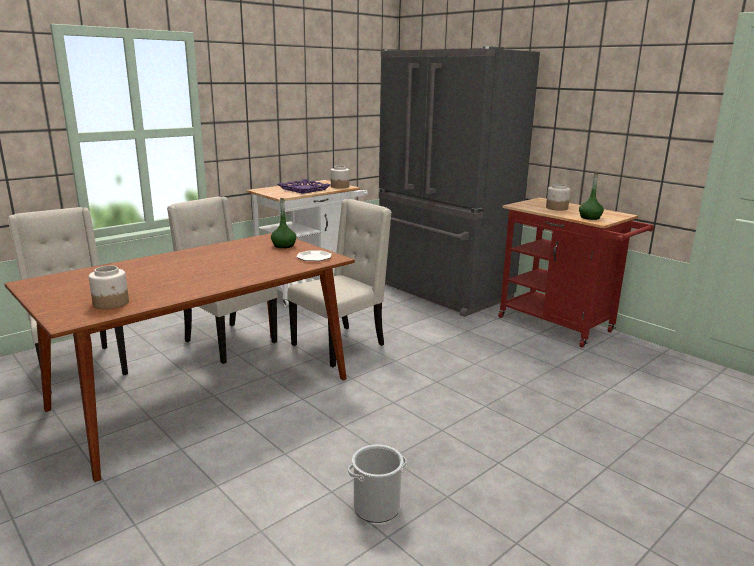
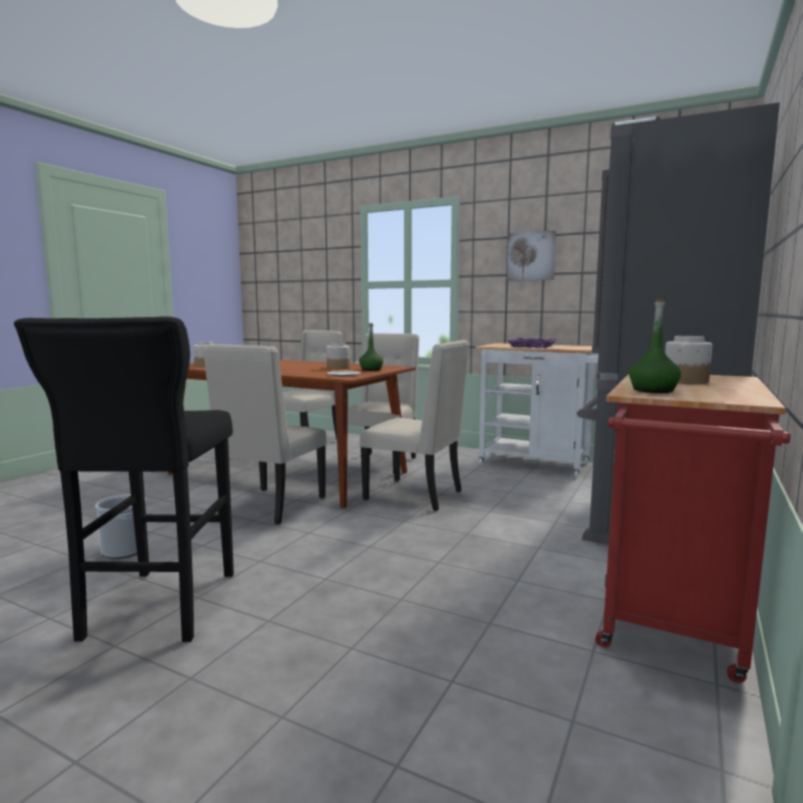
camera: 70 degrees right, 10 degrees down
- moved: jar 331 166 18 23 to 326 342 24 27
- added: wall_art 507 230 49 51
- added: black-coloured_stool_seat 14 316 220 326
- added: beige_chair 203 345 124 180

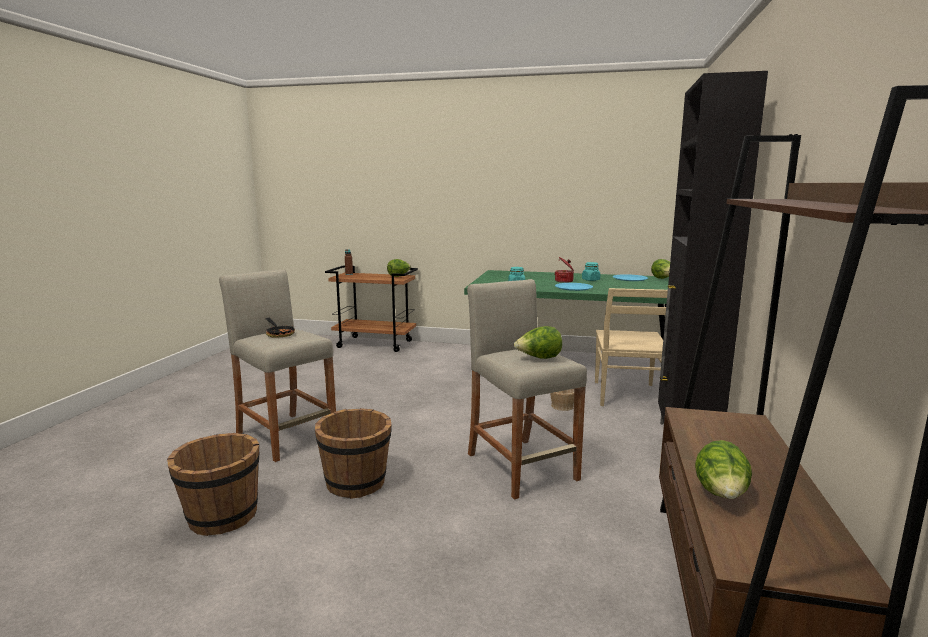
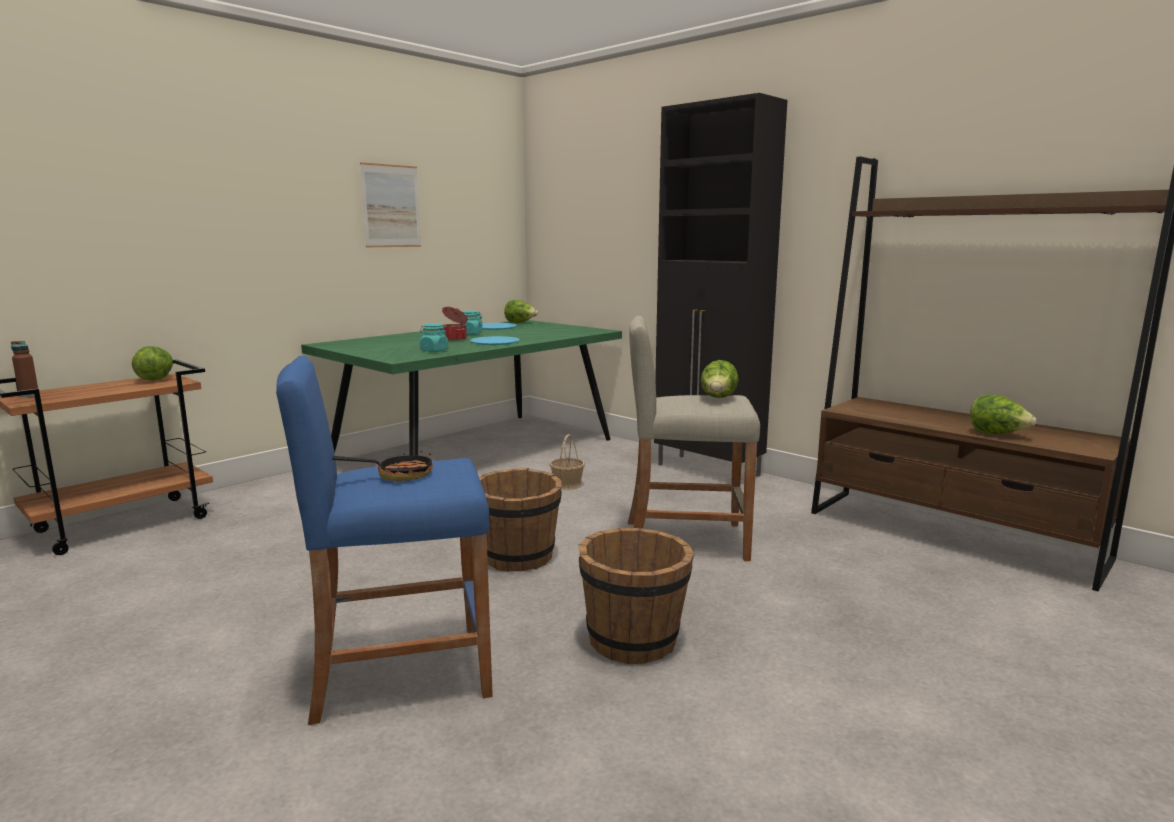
camera: 60 degrees left, 0 degrees up
- recoloured: beige_stool_seat 219 269 117 193 to blue-coloured_stool_seat 276 356 217 369
- removed: beige_chair 595 288 73 118
- moved: brown_bucket 167 433 92 103 to 479 468 83 104
- added: wall_art 360 162 61 85

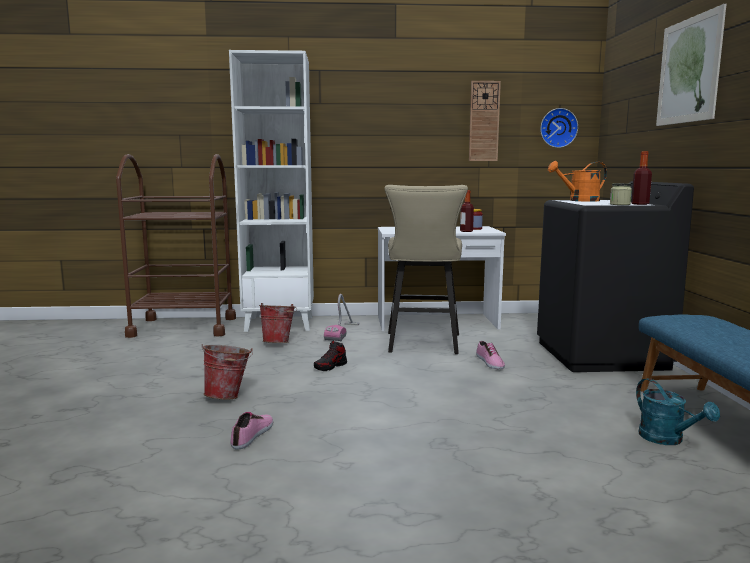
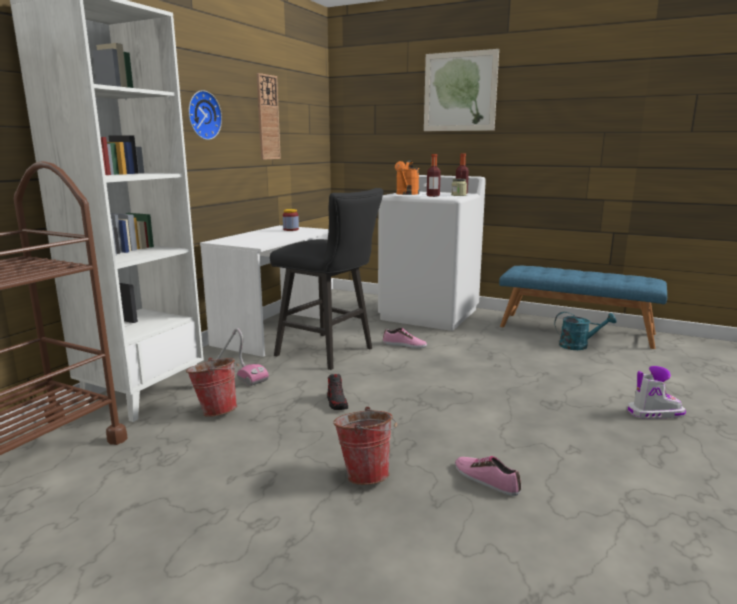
camera: 60 degrees left, 5 degrees up
- moved: hanging_clock 540 108 38 40 to 188 90 34 50
- recoloured: black-coloured_washing_machine 537 181 157 191 to white_washing_machine 378 175 108 156
- recoloured: beige_stool_seat 384 185 84 169 to black-coloured_stool_seat 270 188 114 182
- moved: beverage_bottle 460 190 14 42 to 427 154 14 43
- added: boot 628 366 58 53

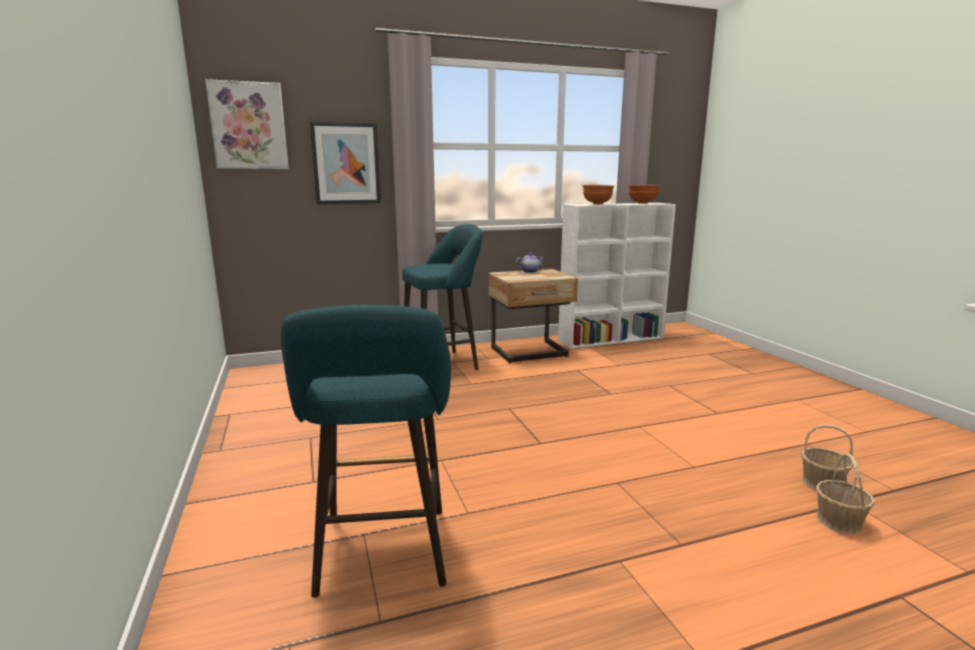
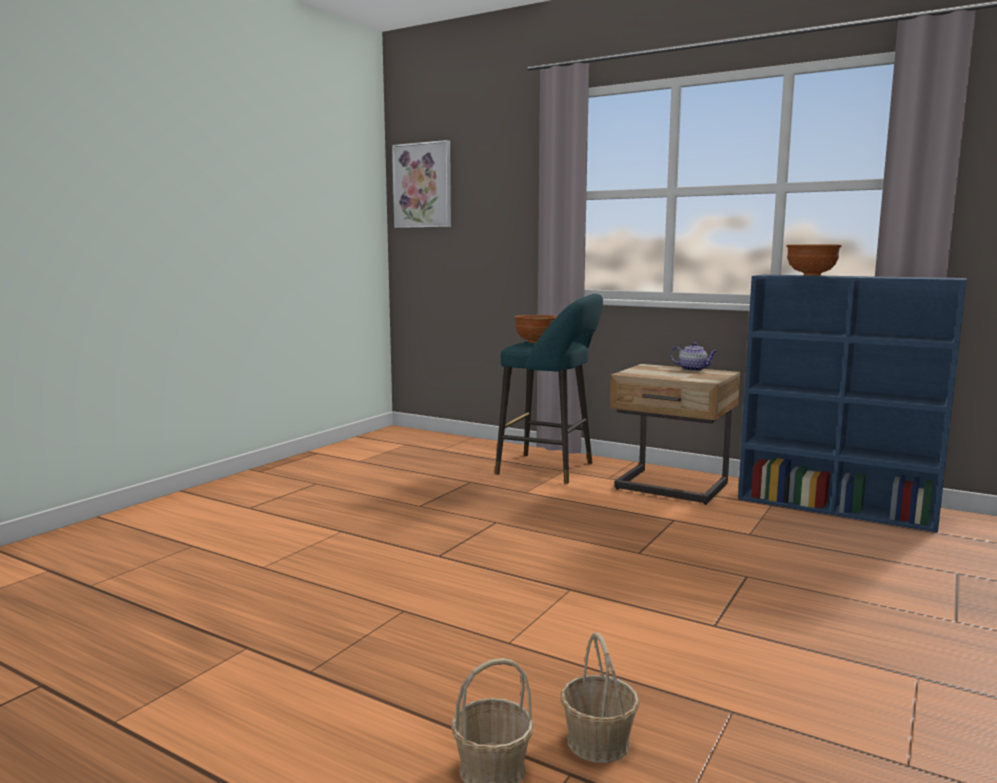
camera: 50 degrees right, 5 degrees down
- removed: wall_art 310 121 71 83
- moved: brown_serving_bowl 628 185 32 19 to 514 315 43 28
- recoloured: white_bookcase 558 203 118 146 to blue-coloured_bookcase 738 275 229 258
- removed: turquoise-coloured_stool_seat 281 305 170 293

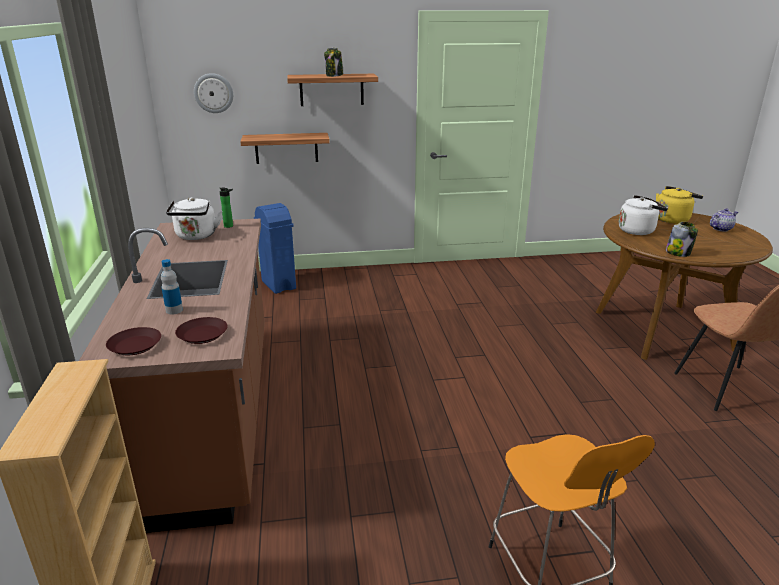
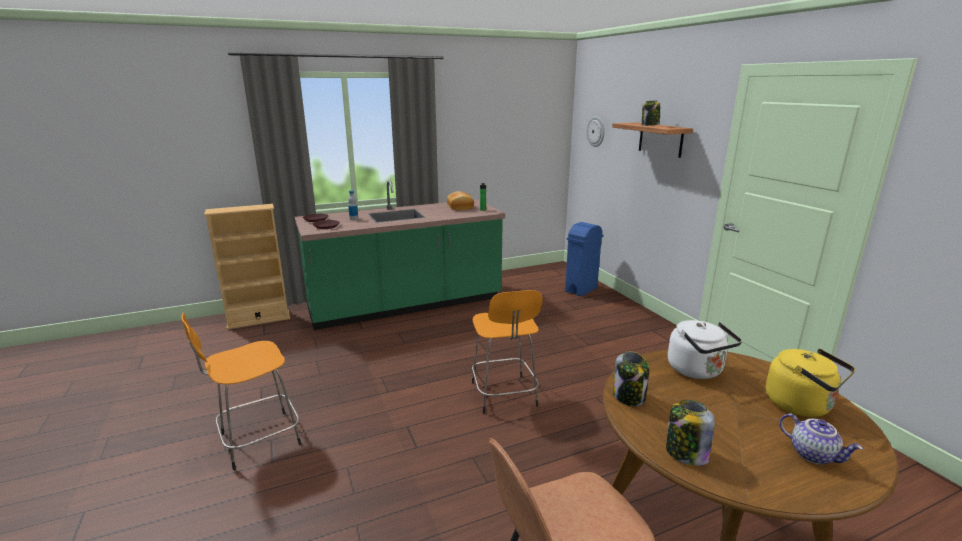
camera: 75 degrees right, 5 degrees down
- removed: shelf 240 133 90 31
- replaced: white_kettle 166 197 56 43 to baked_bread 447 191 27 20
- recoloured: brown_kitchen_base_unit 79 219 186 314 to greenish_kitchen_base_unit 295 180 210 150
- added: orange_stool_seat 472 290 71 124
- added: jar 666 400 49 66

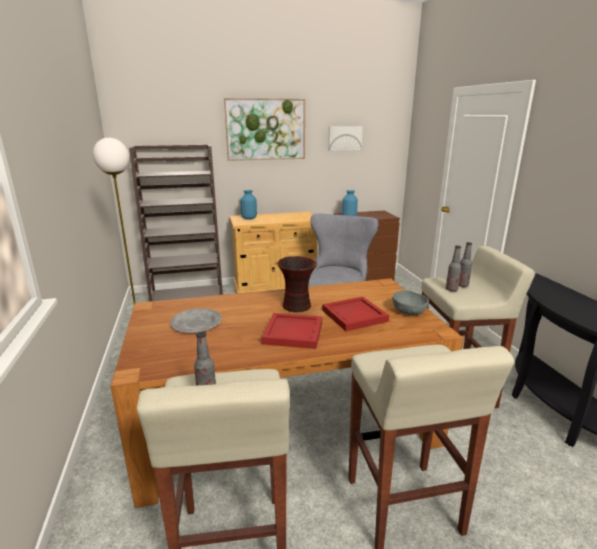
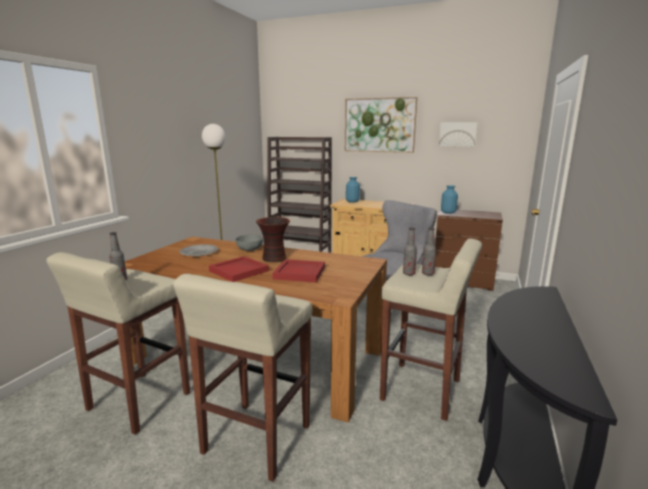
camera: 35 degrees right, 5 degrees down
- moved: gray_serving_bowl 392 290 37 25 to 236 234 27 17

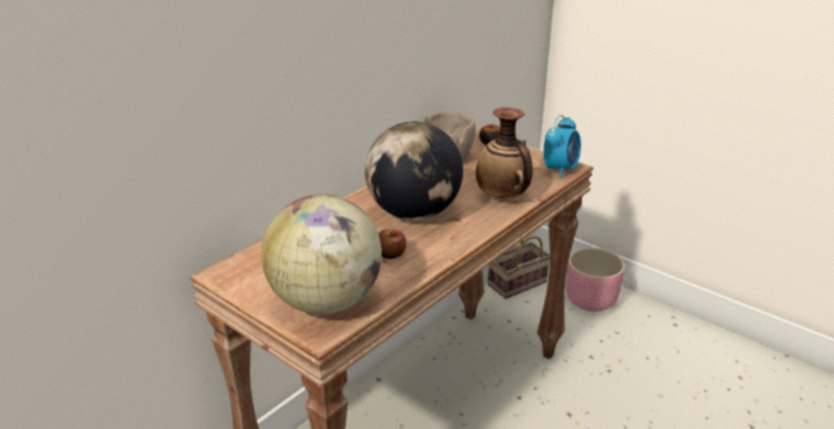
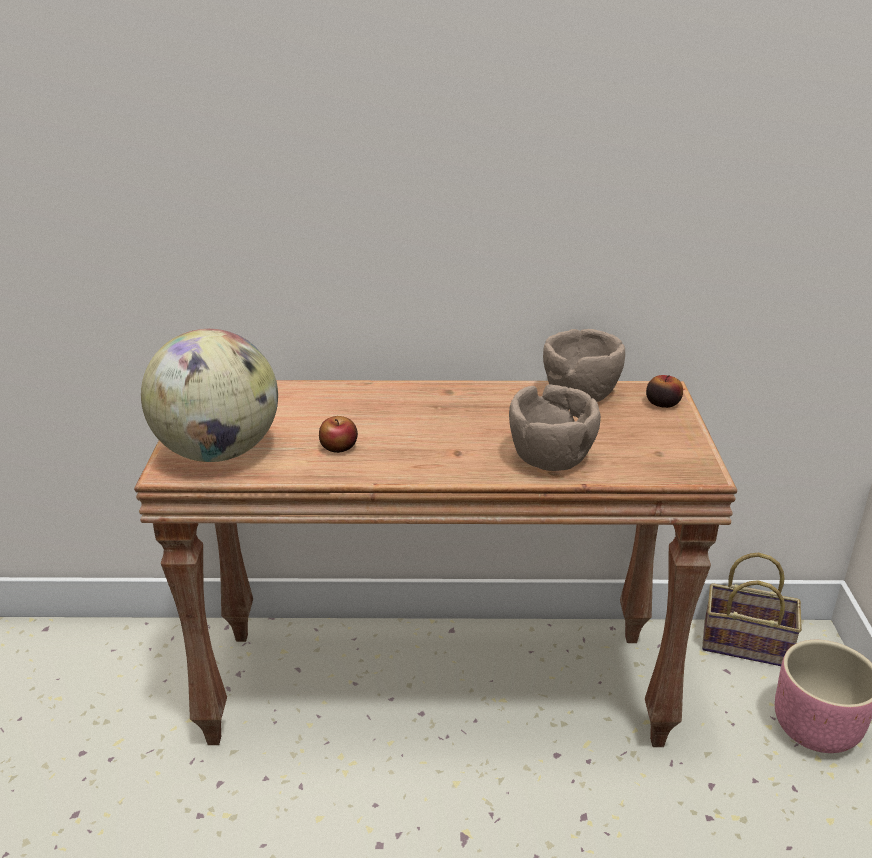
camera: 50 degrees right, 0 degrees up
- replaced: flower_vase 476 107 57 91 to brown_serving_bowl 509 384 92 87
- removed: table_clock 543 115 38 63
- removed: world_globe 365 122 98 98

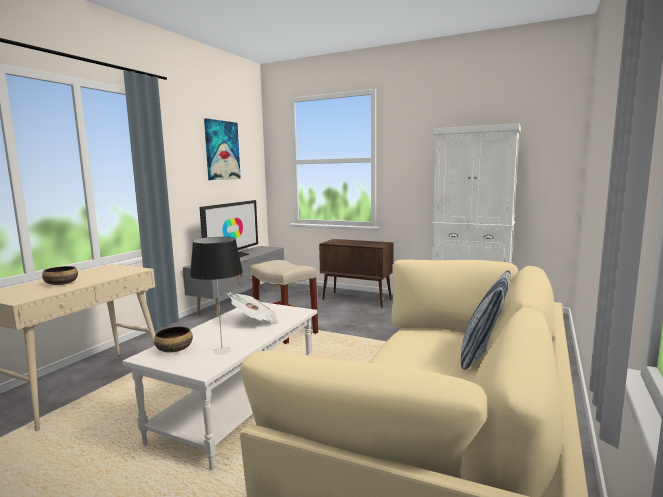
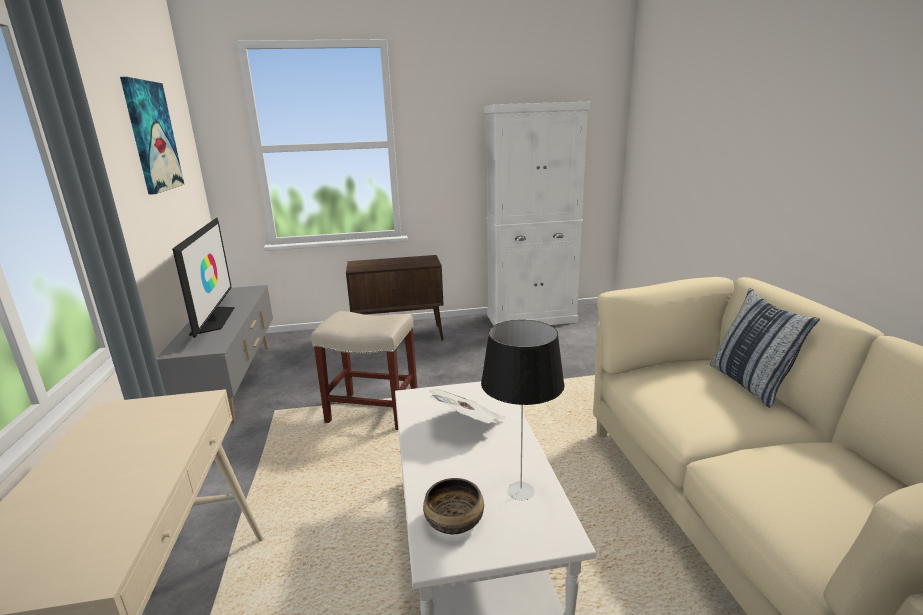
camera: 35 degrees left, 10 degrees up
- removed: serving_bowl 42 266 36 19

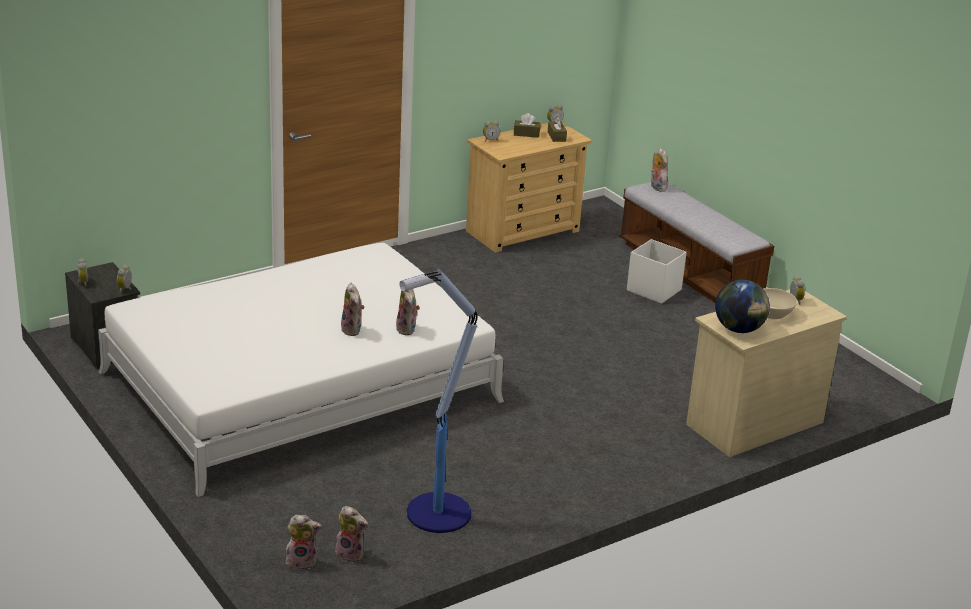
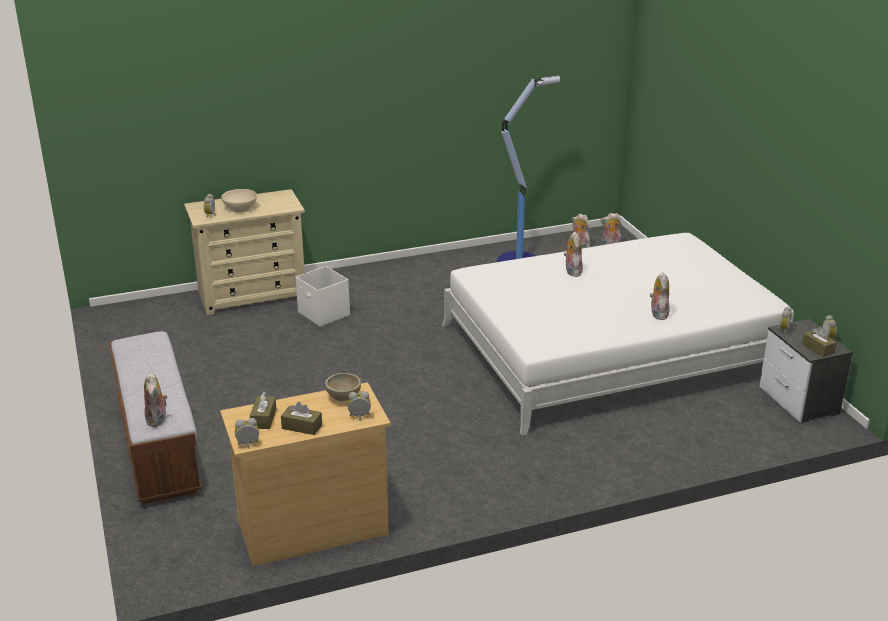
camera: 165 degrees left, 0 degrees up
- moved: white_storage_box 627 239 60 65 to 296 266 54 61
- removed: world_globe 715 280 55 53
- moved: soft_toy 396 289 24 46 to 650 272 20 48
- added: brown_tissue_holder 802 327 35 30
- added: beige_serving_bowl 325 373 36 28

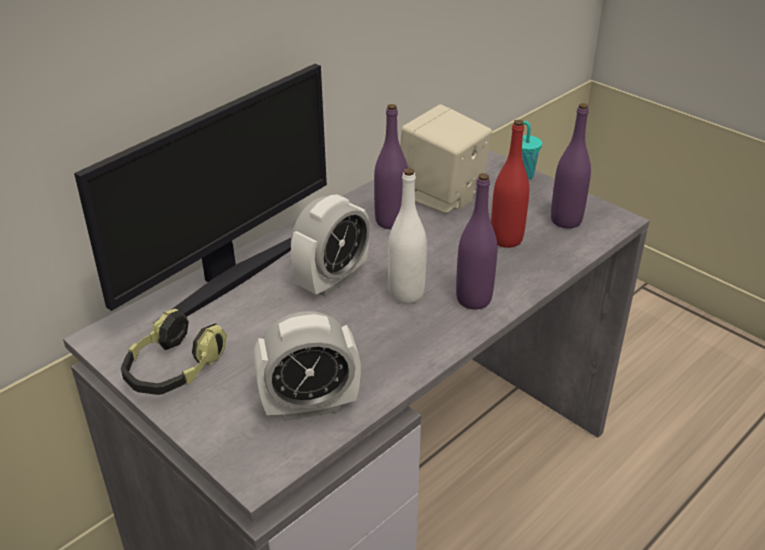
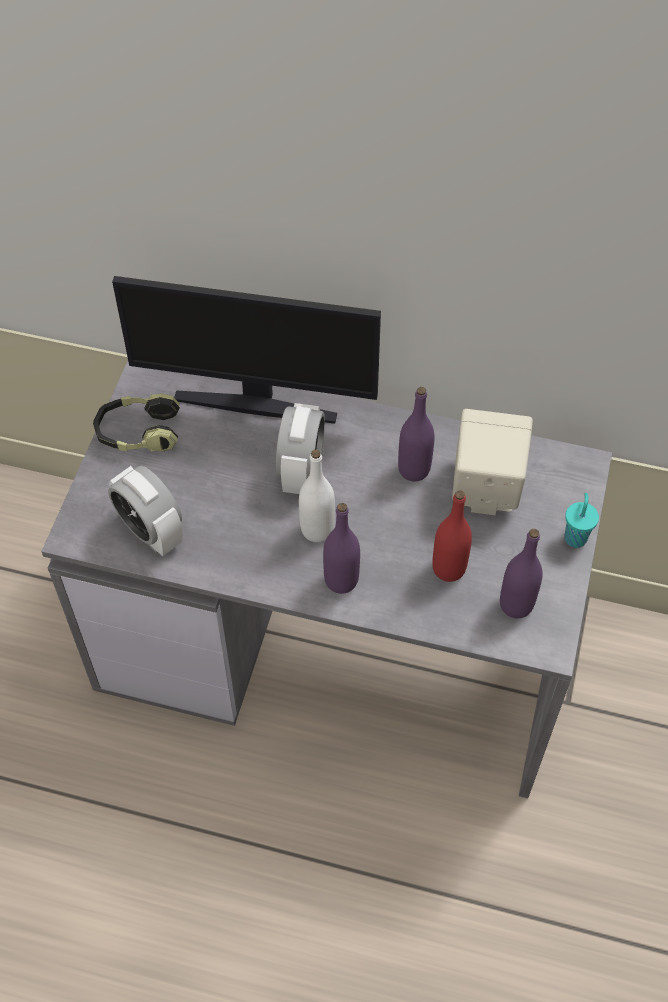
camera: 60 degrees right, 20 degrees up
- turned: table_clock 291 194 79 103 = 276 403 49 91 90 degrees counterclockwise

